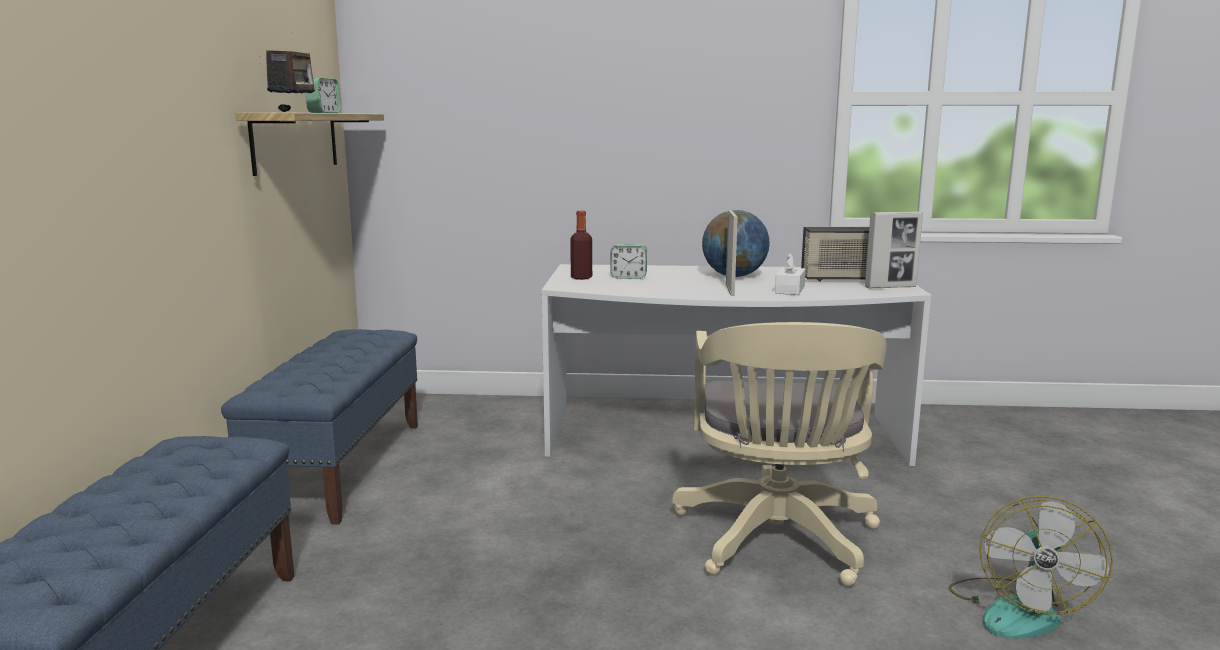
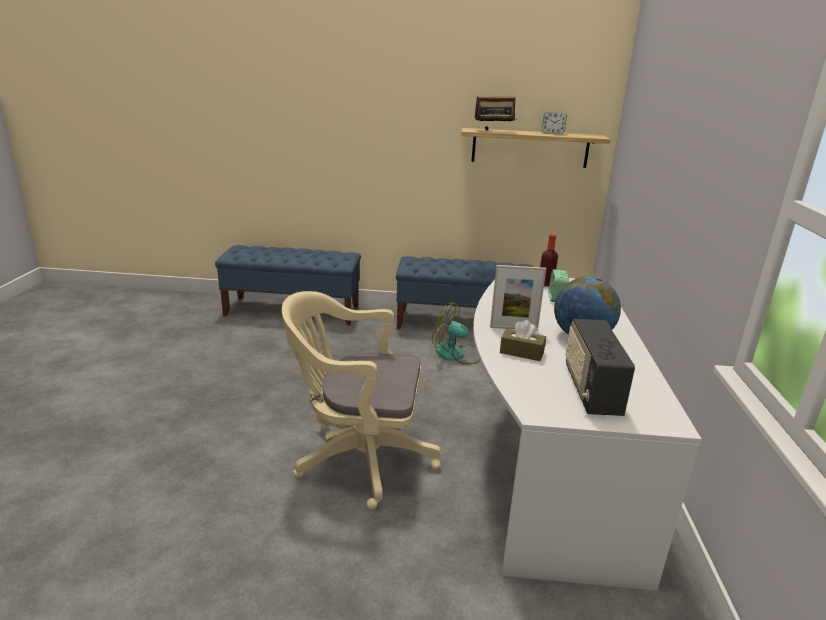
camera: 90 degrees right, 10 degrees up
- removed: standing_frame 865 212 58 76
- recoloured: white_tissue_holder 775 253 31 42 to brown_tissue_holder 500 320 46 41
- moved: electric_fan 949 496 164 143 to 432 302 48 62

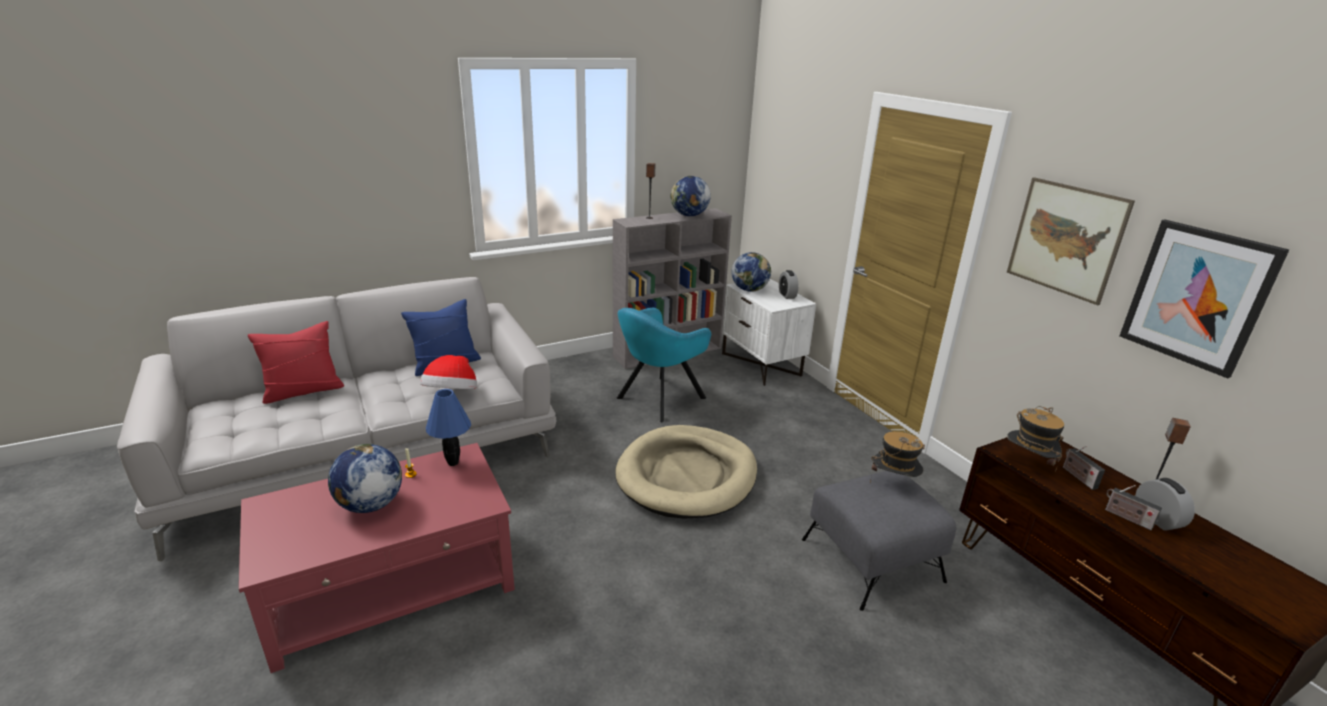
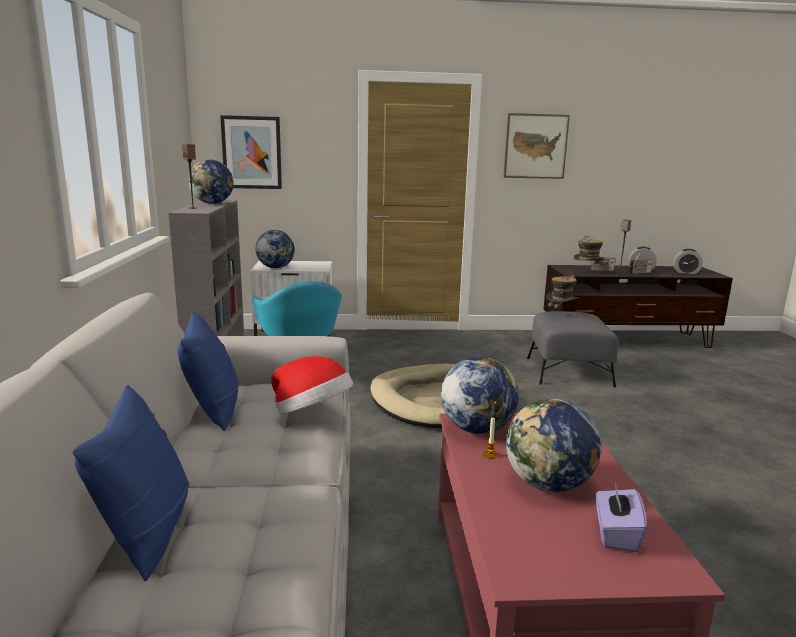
camera: 65 degrees left, 10 degrees down
- moved: wall_art 1120 220 169 158 to 220 115 62 74
- moved: table_clock 779 270 19 29 to 673 249 30 25
- recoloured: red-coloured_pillow 248 321 96 83 to blue-coloured_pillow 73 385 116 196
- replaced: blue-coloured_table_lamp 426 389 45 77 to world_globe 441 357 78 77
- added: purple-coloured_tissue_holder 596 483 51 69

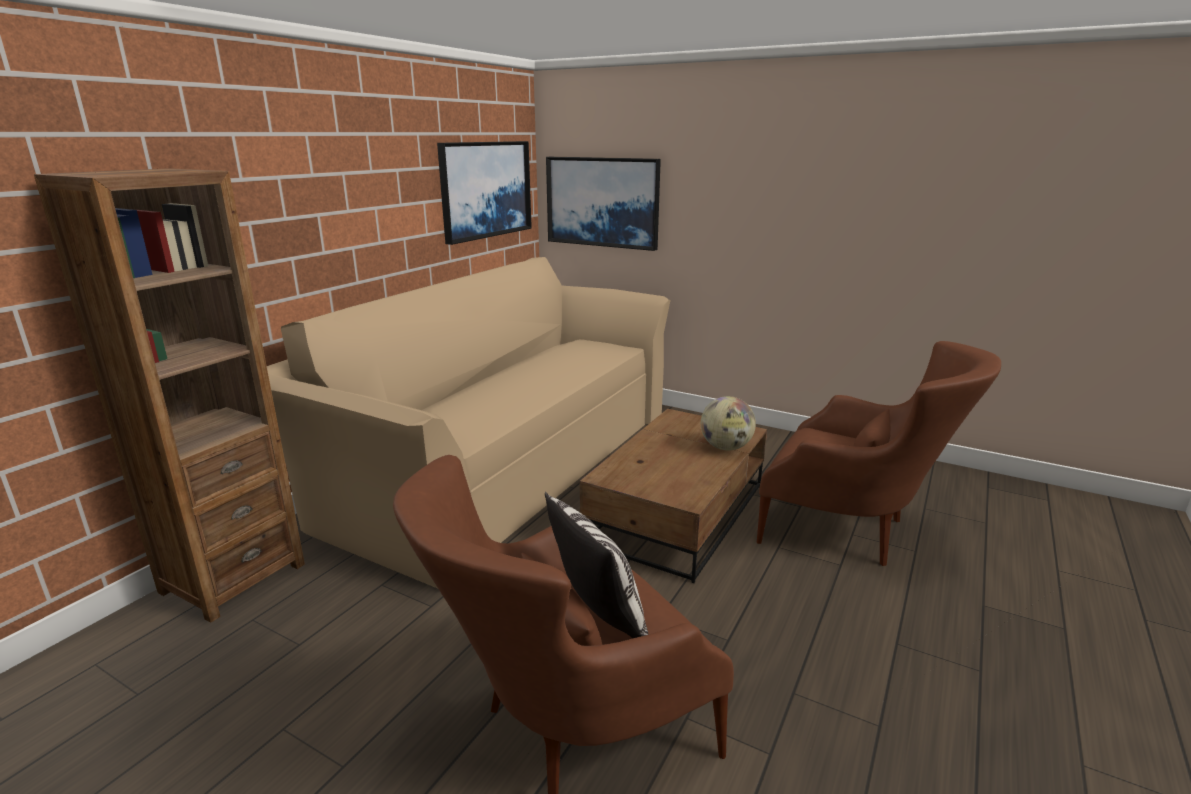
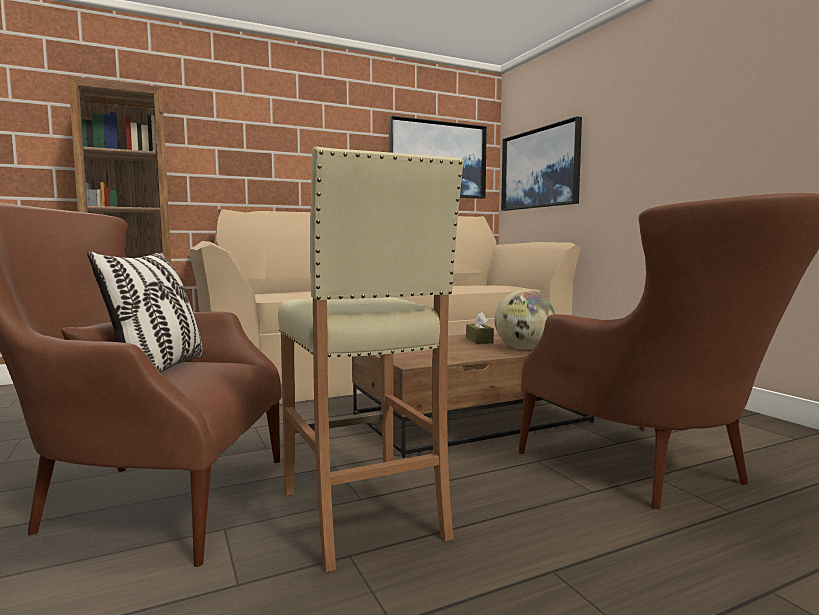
camera: 35 degrees right, 15 degrees down
- added: beige_stool_seat 278 146 186 426
- added: brown_tissue_holder 466 312 28 32

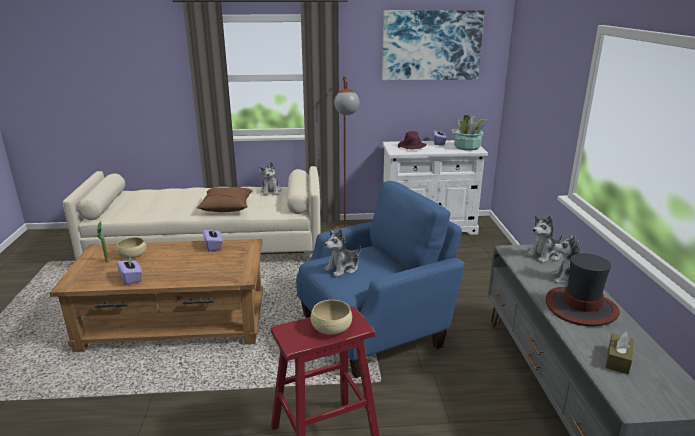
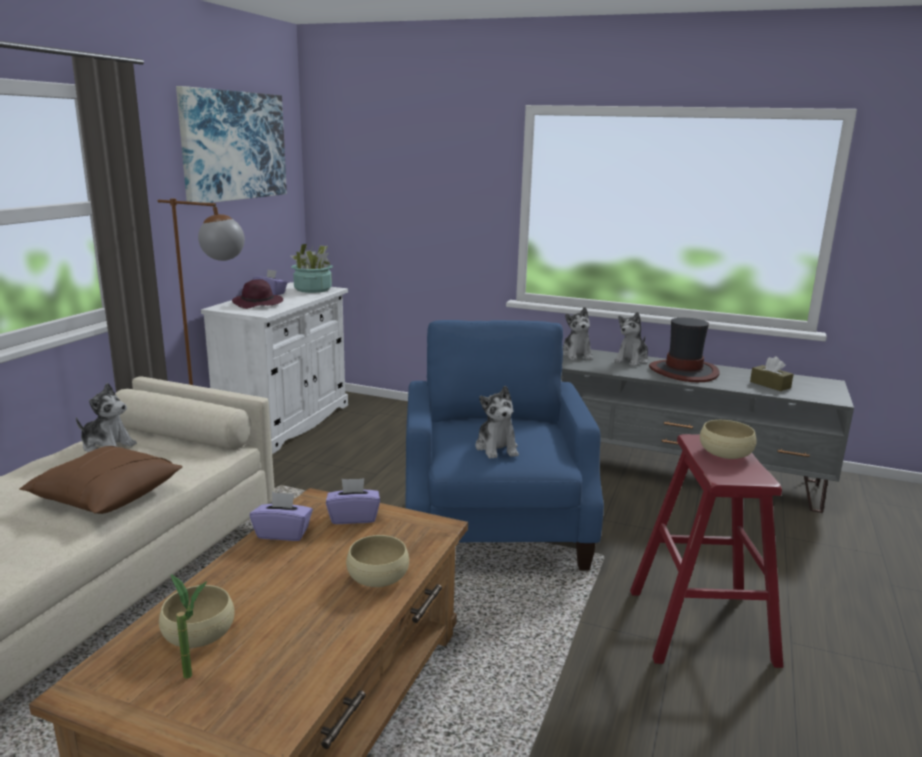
camera: 65 degrees left, 5 degrees down
- moved: purple-coloured_tissue_holder 117 257 26 28 to 326 478 54 46
- added: beige_serving_bowl 346 535 63 52

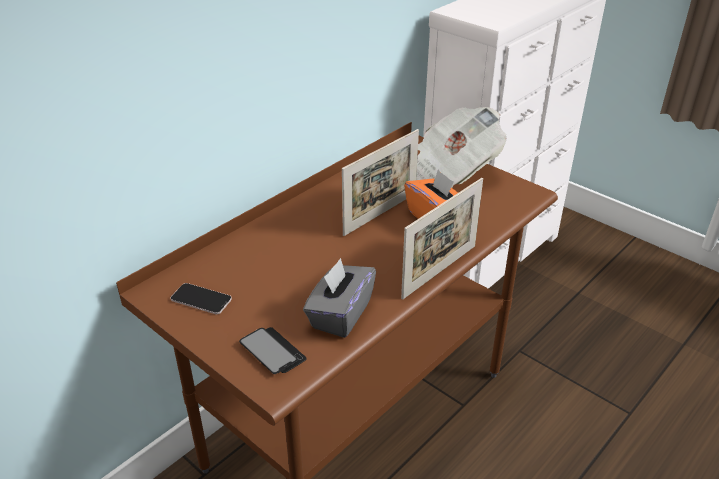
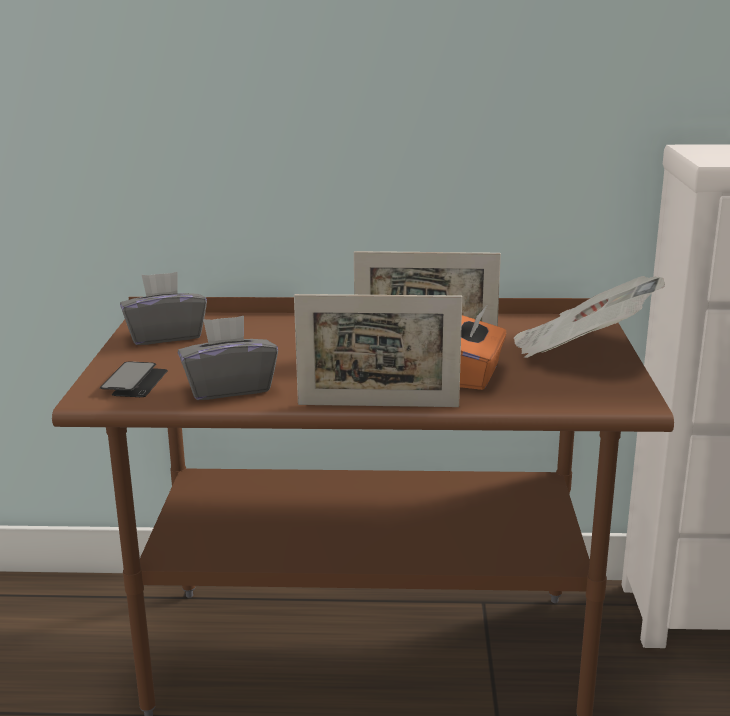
camera: 50 degrees right, 15 degrees down
- replaced: handset 171 283 61 31 to gray_tissue_holder 120 272 87 73

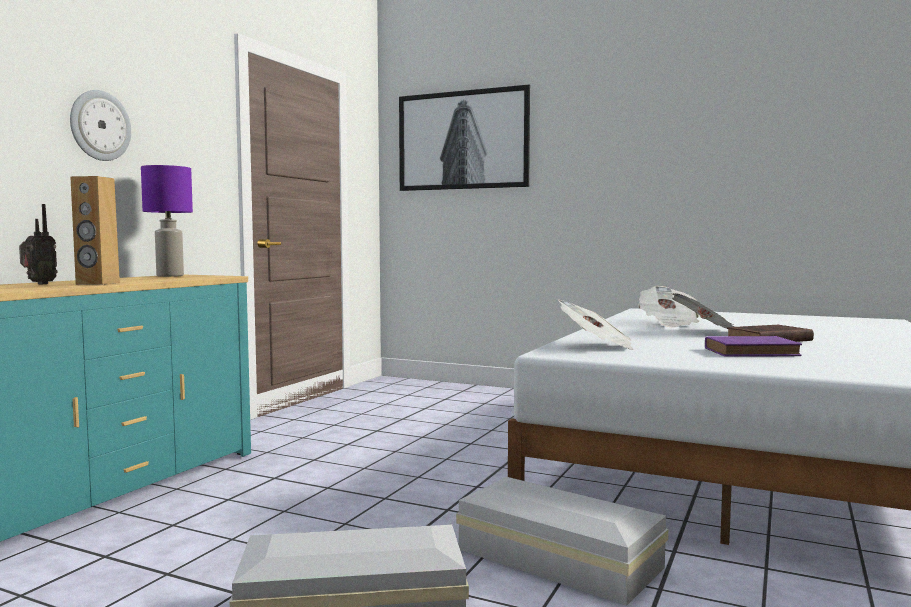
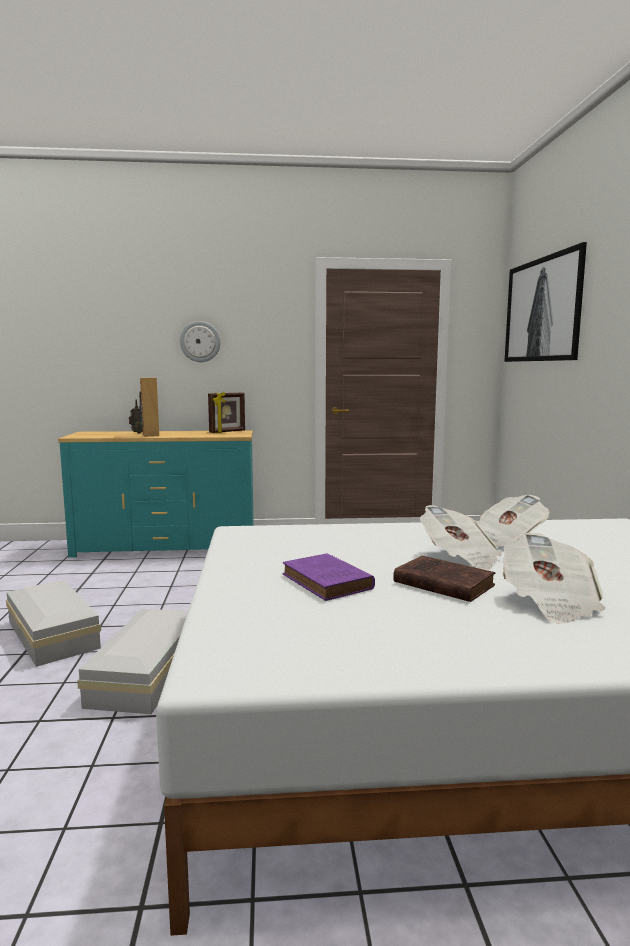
camera: 60 degrees right, 5 degrees up
- replaced: purple-coloured_table_lamp 141 165 52 112 to standing_frame 208 392 37 41
- moved: printed_paper 558 299 76 51 to 502 533 103 91

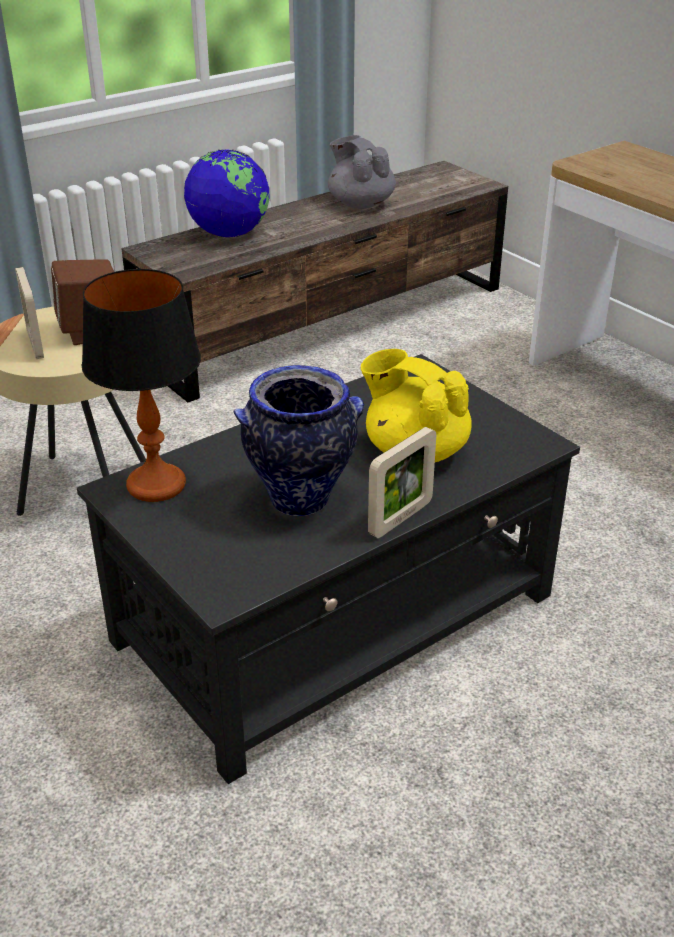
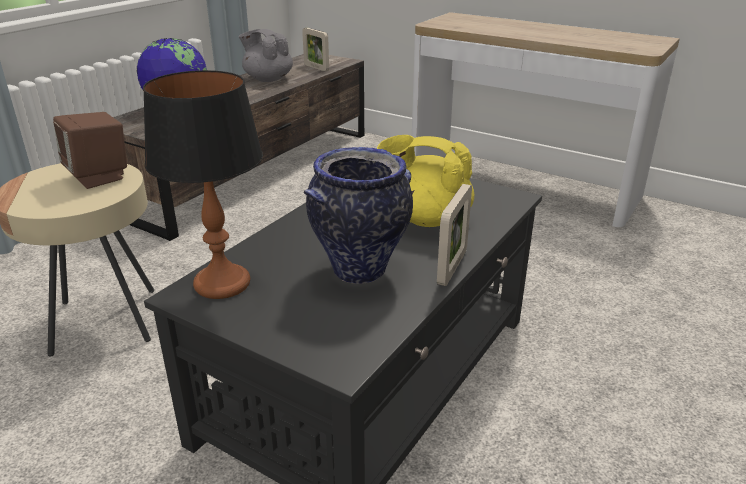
camera: 20 degrees left, 5 degrees down
- moved: standing_frame 15 267 29 92 to 302 28 27 43

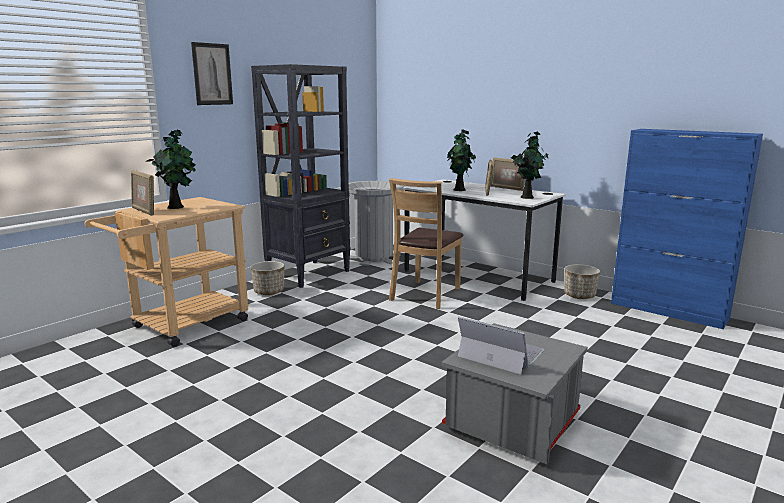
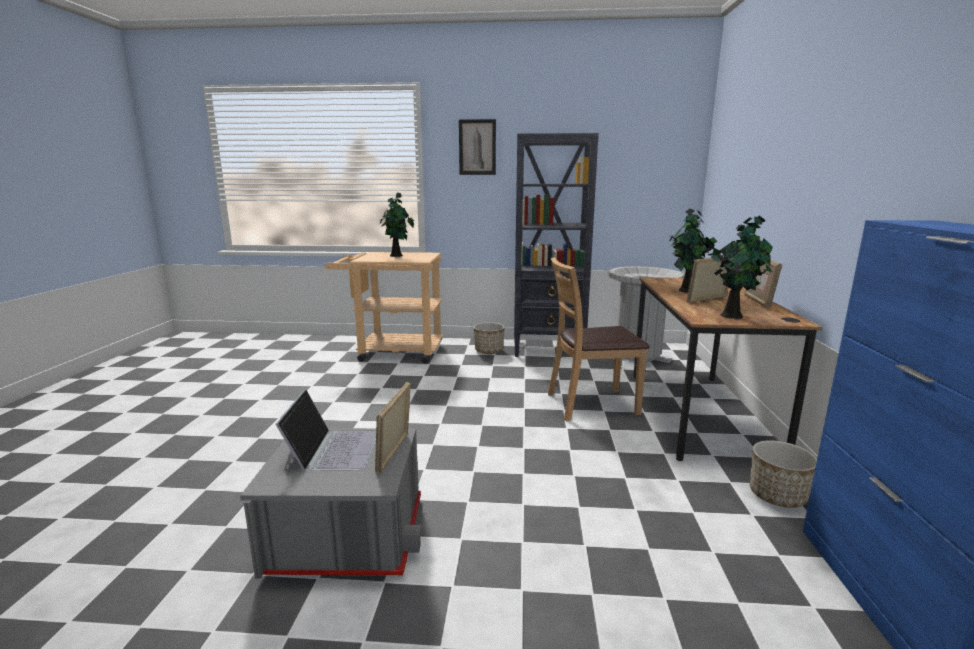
camera: 55 degrees right, 0 degrees up
- moved: standing_frame 131 170 23 46 to 375 382 36 93
- recoloured: white_desk 402 179 164 122 to brown_desk 633 277 189 184

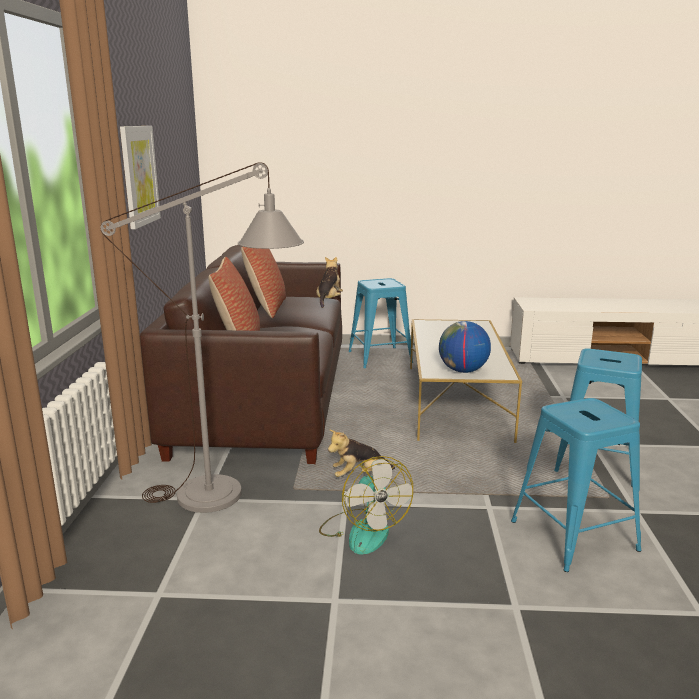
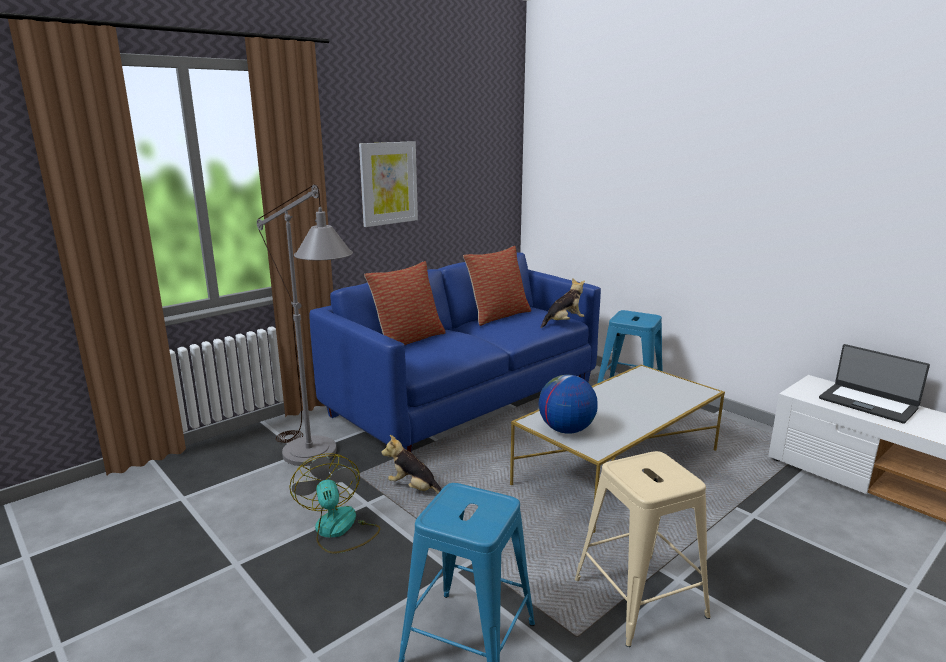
camera: 45 degrees right, 0 degrees up
- recoloured: brown_sofa 140 245 202 219 to blue-coloured_sofa 309 253 292 200
- recoloured: blue-coloured_stool_seat 554 348 88 138 to beige_stool_seat 575 451 136 196
- turned: electric_fan 319 456 94 99 = 289 454 91 100 135 degrees clockwise
- added: laptop 819 344 111 80

